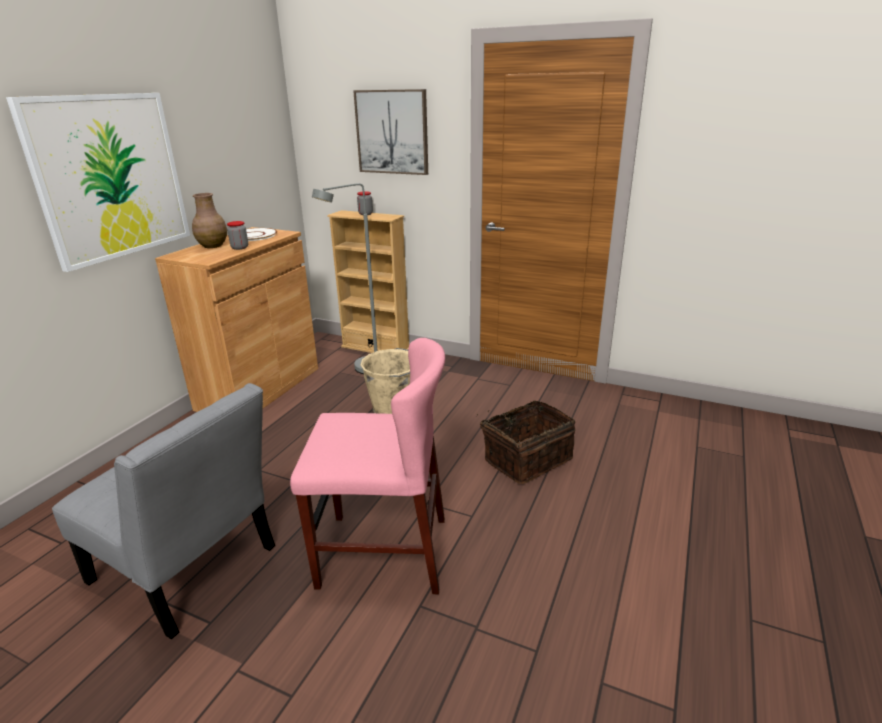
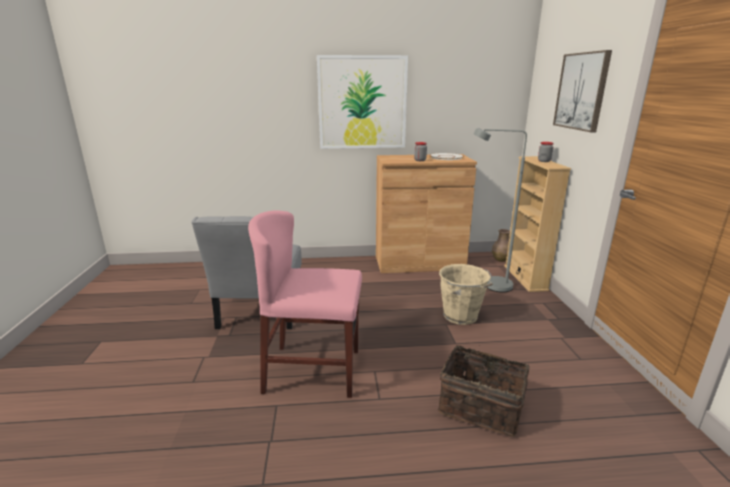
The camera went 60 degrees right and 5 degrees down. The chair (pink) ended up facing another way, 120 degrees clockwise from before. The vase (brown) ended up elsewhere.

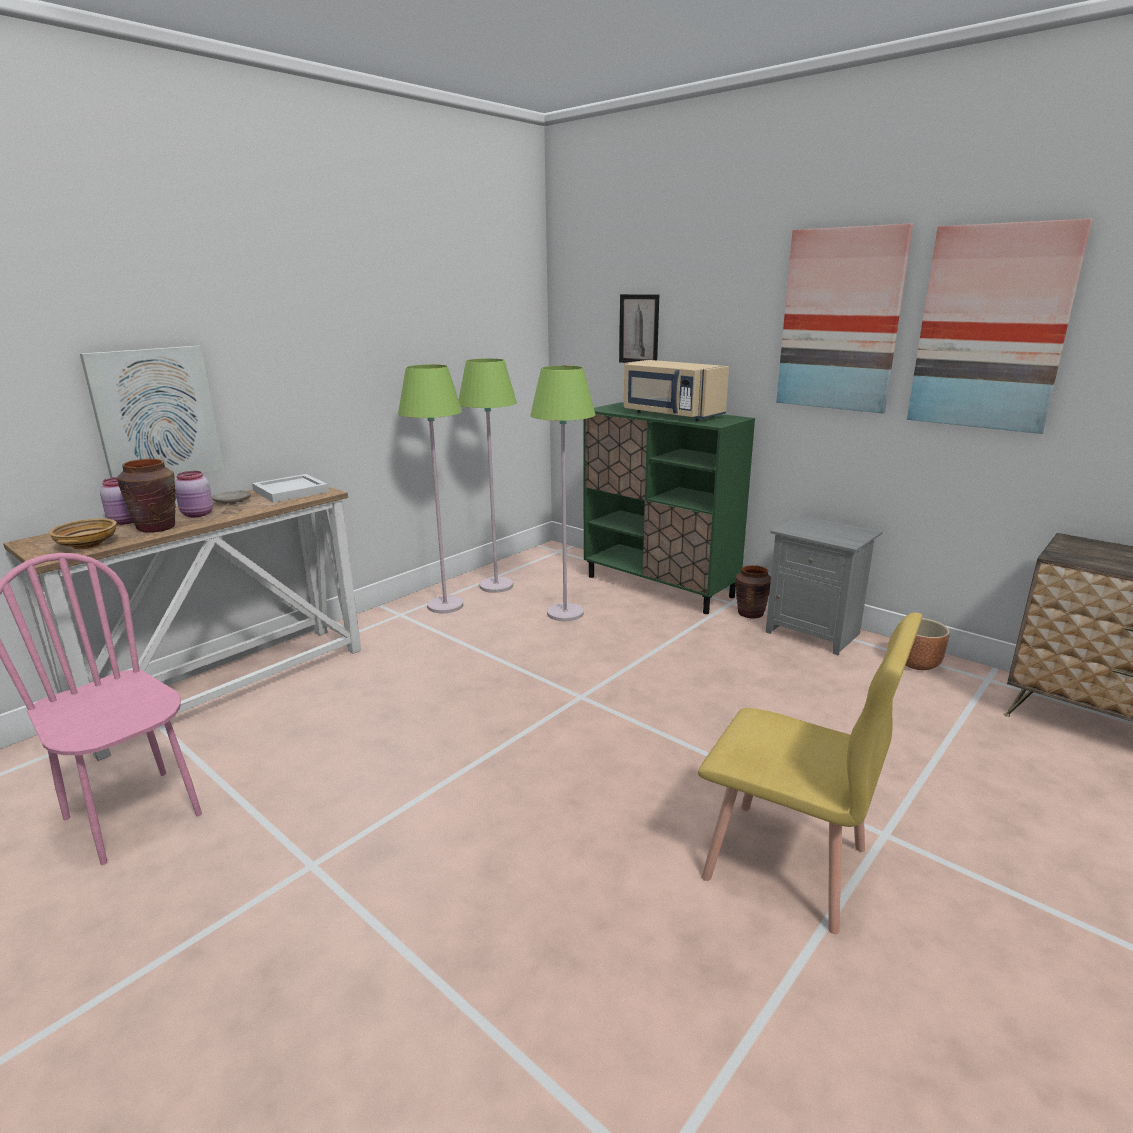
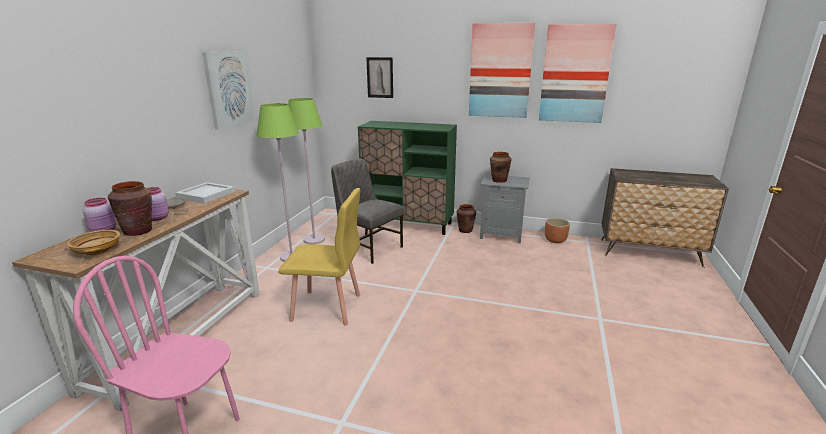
The camera went 25 degrees left and 0 degrees up. The picture (1st from left) ended up elsewhere. The chair (yellow) ended up elsewhere. Where the floor lamp (green) (3rd from left) stood, the chair (grey) came to stand. The second view gained the vase (brown) (3rd from left). The second view lost the microwave (beige).

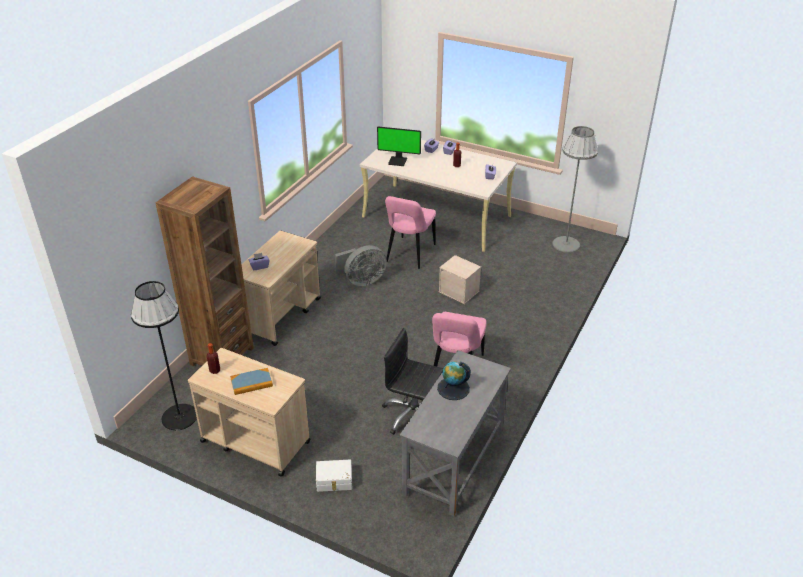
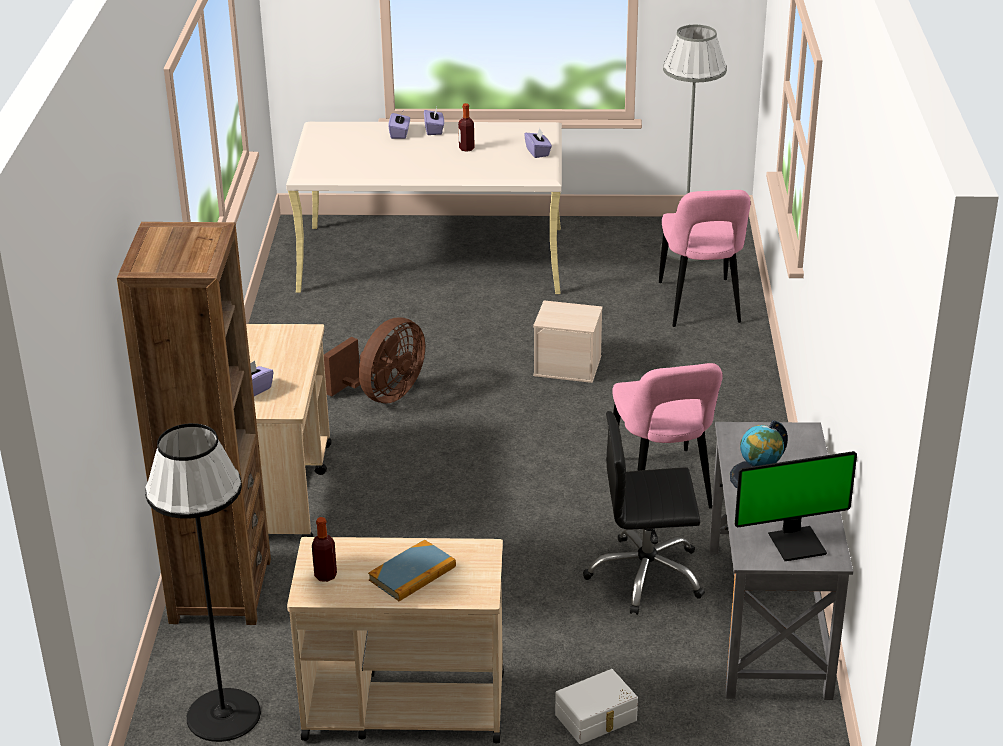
The camera went 25 degrees left and 5 degrees down. What was the fan (grey) turned into the fan (brown). The chair (pink) (1st from left in the first image) ended up elsewhere. The monitor ended up elsewhere.

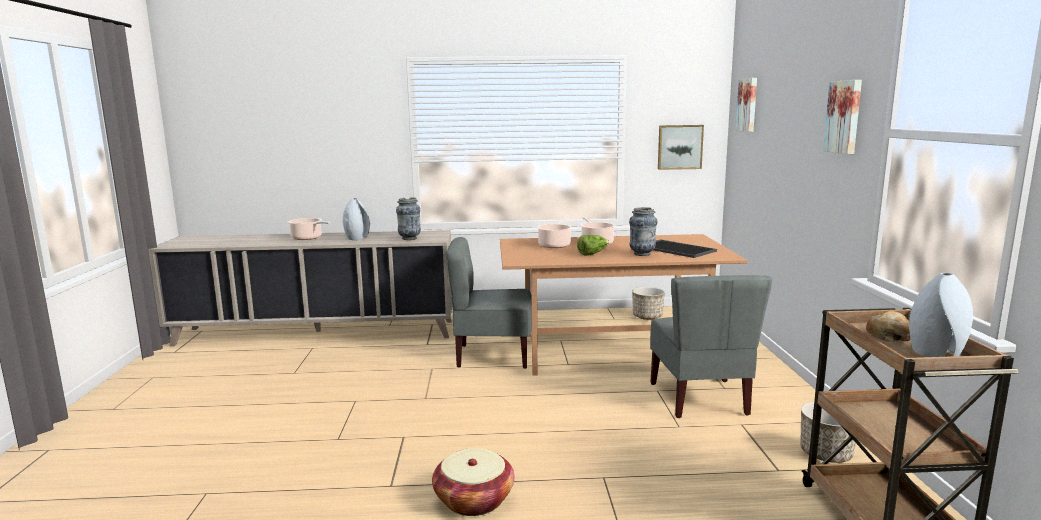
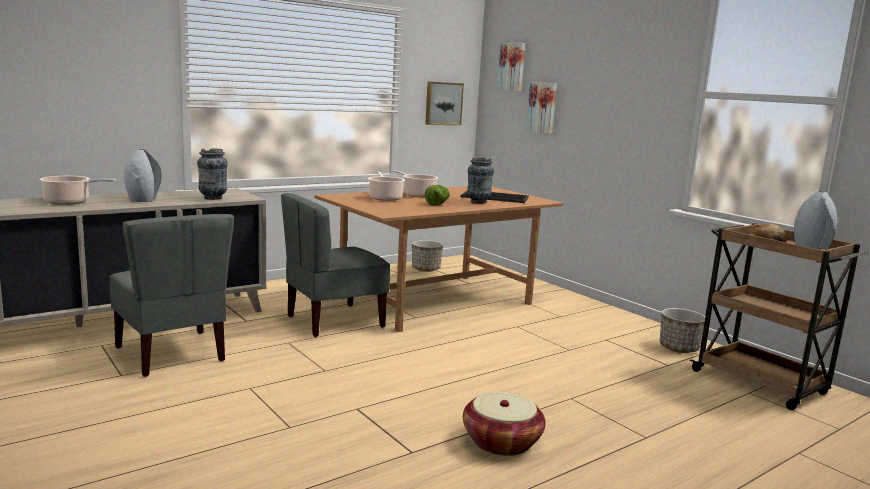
The camera went 35 degrees left and 0 degrees up. The chair (grey) (2nd from left in the first image) ended up elsewhere. The picture (3rd from left) ended up elsewhere.

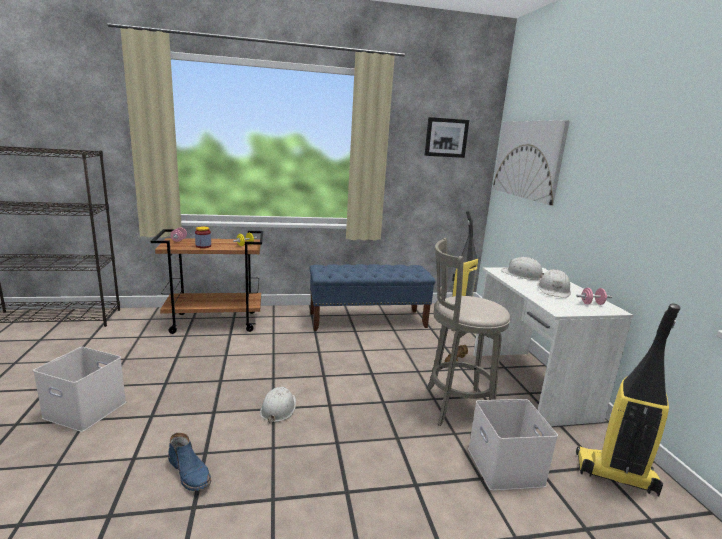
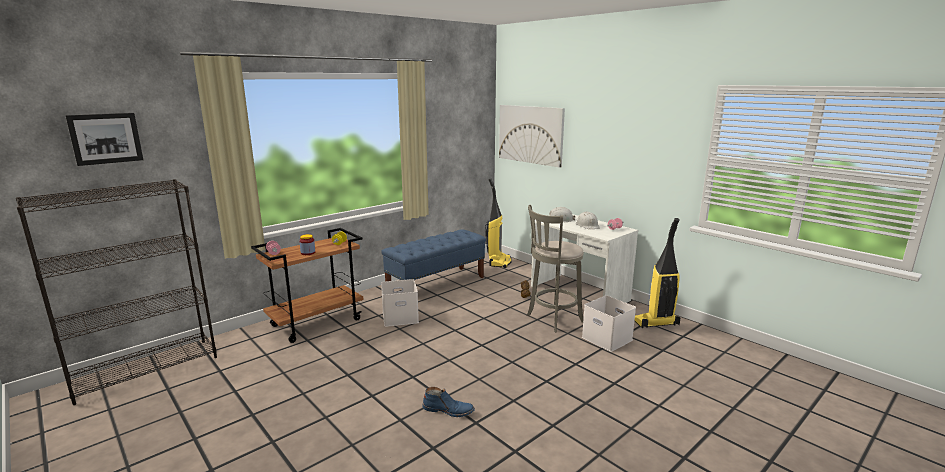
The camera went 30 degrees left and 0 degrees up. The picture (1st from left) ended up elsewhere. The storage box (white) (1st from left) ended up elsewhere. The second view lost the hard hat (white) (1st from left).

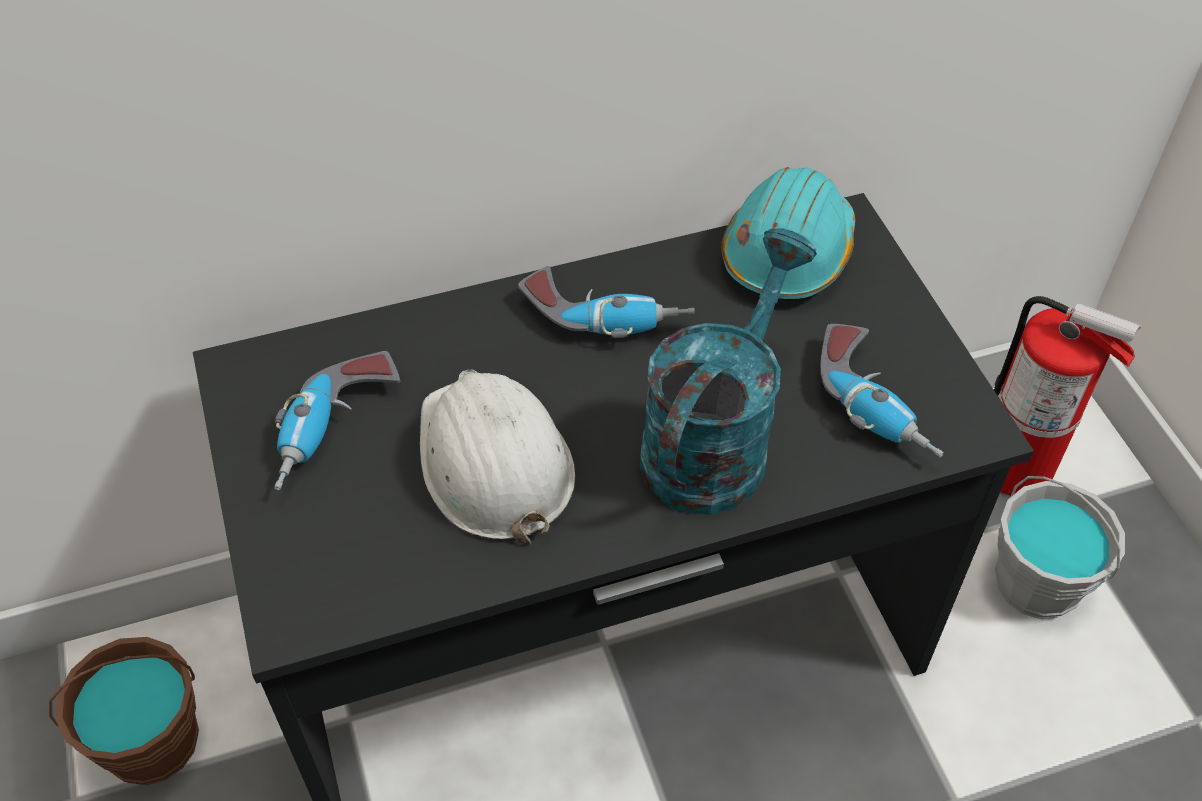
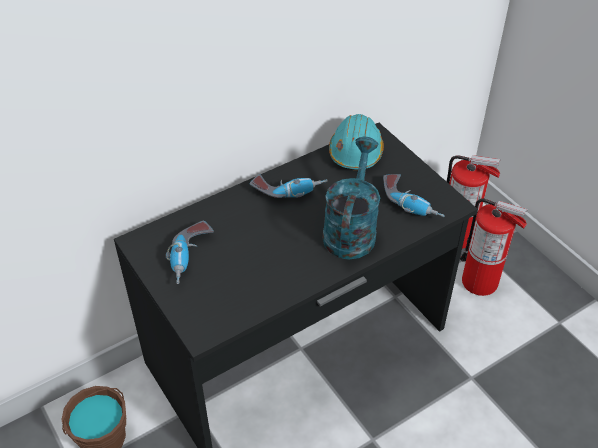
The camera went 15 degrees left and 5 degrees down. Where the bucket (grey) stood, the fire extinguisher (2nd from left) came to stand. The second view lost the hard hat (white).

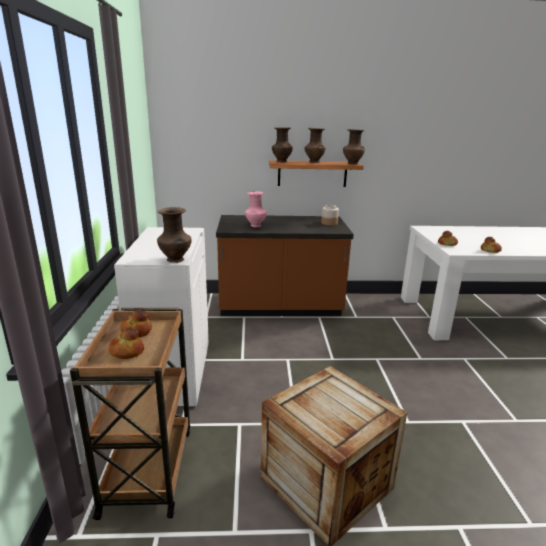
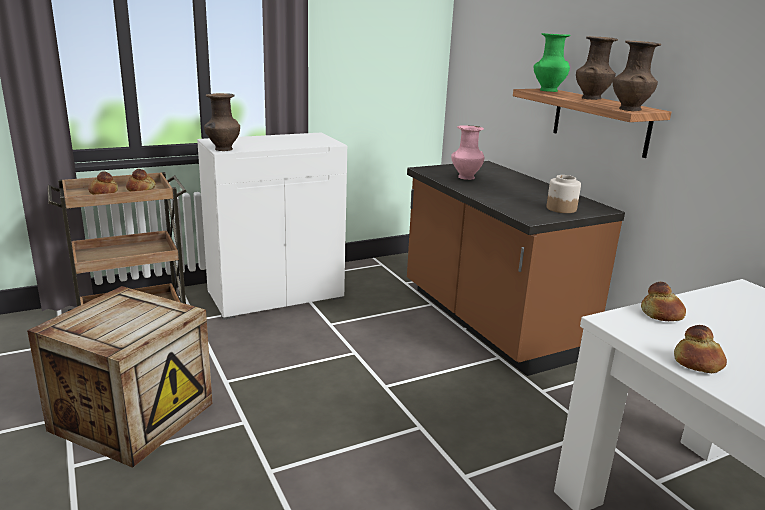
The camera went 65 degrees right and 0 degrees up. What was the vase (brown) (2nd from left) turned into the vase (green).

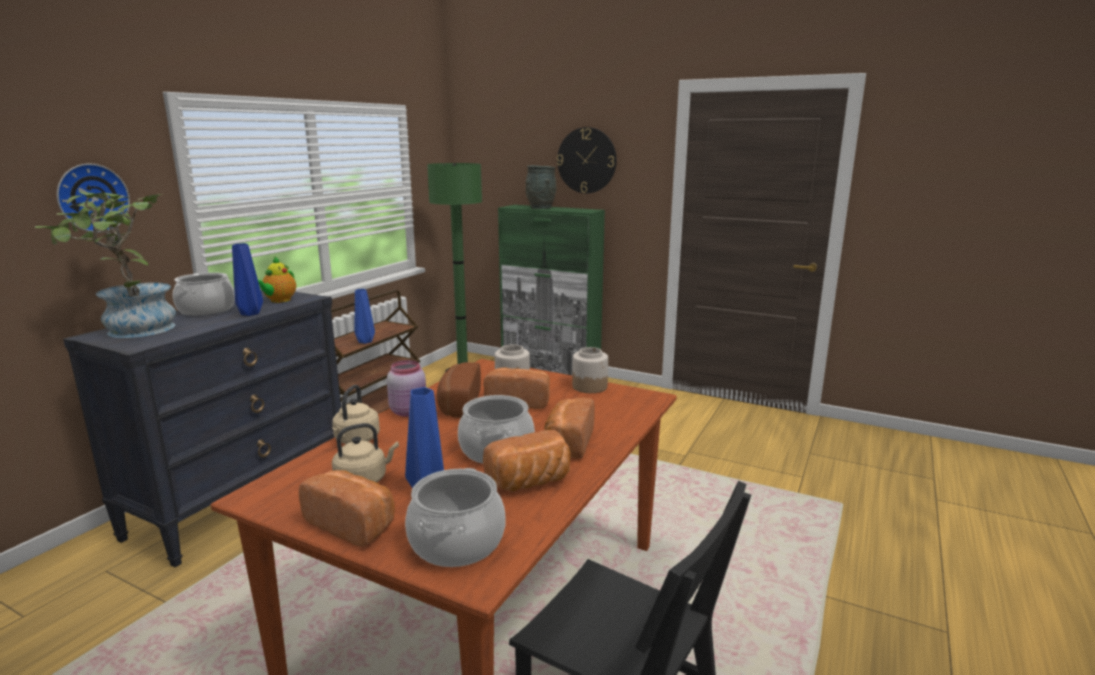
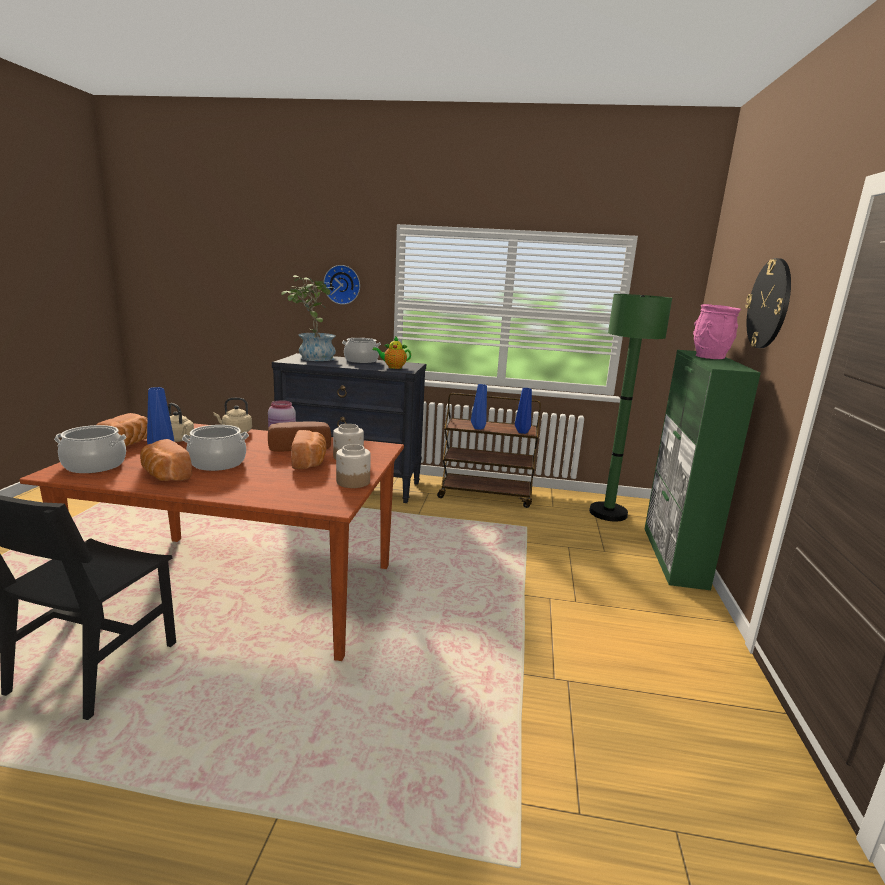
The camera went 70 degrees right and 0 degrees up. The vase (blue) (1st from left in the first image) ended up elsewhere. What was the vase (grey) turned into the vase (pink). The second view lost the bread (5th from left).

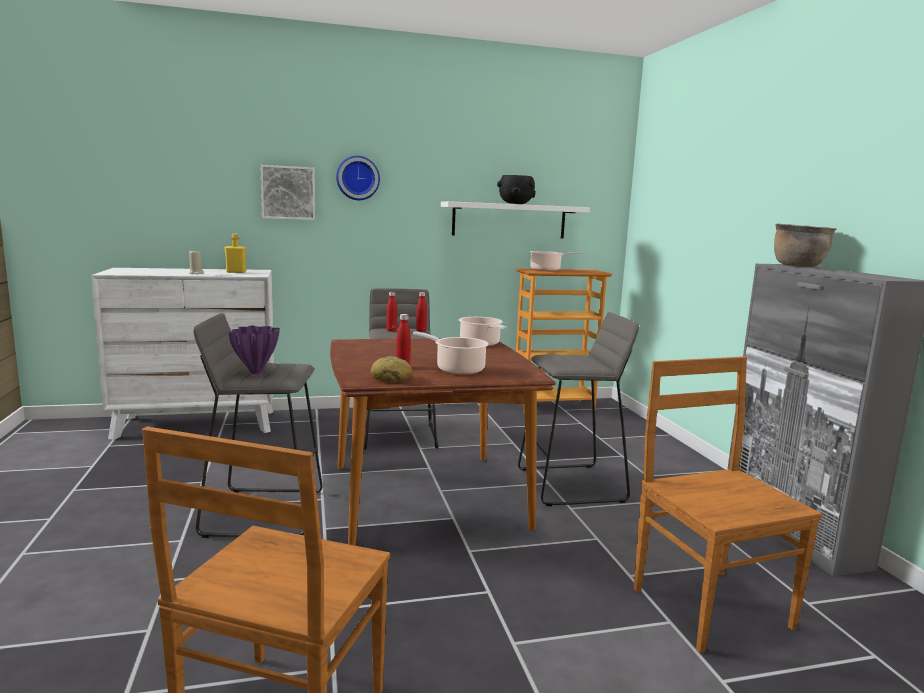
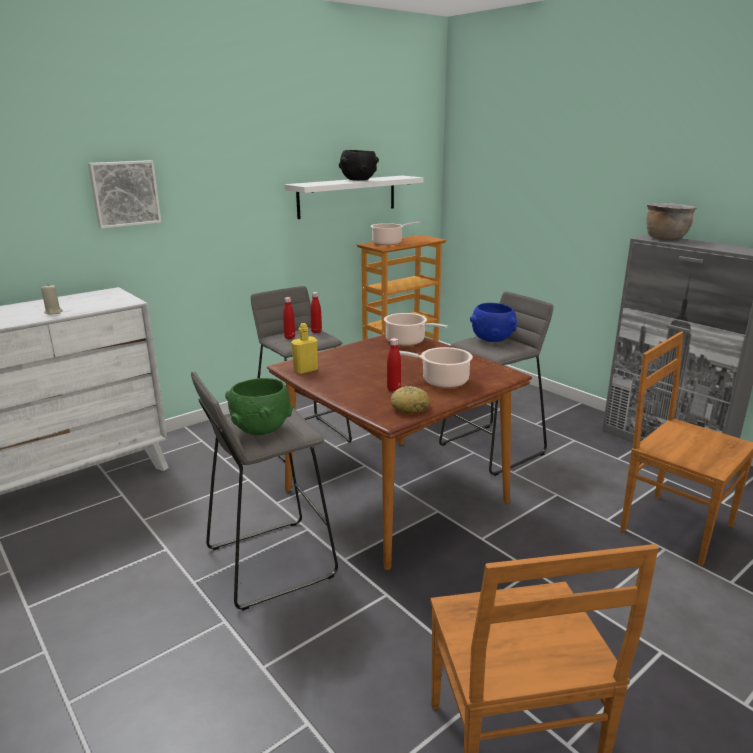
The camera went 25 degrees left and 10 degrees up. Where the vase (purple) stood, the bowl (green) came to stand. The bottle (yellow) ended up elsewhere. The second view gained the bowl (blue). The second view lost the wall clock.

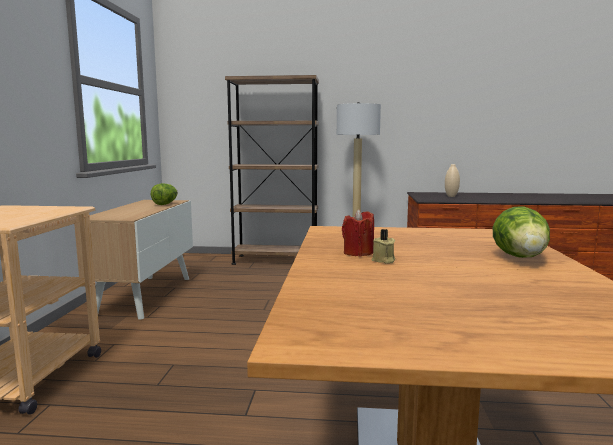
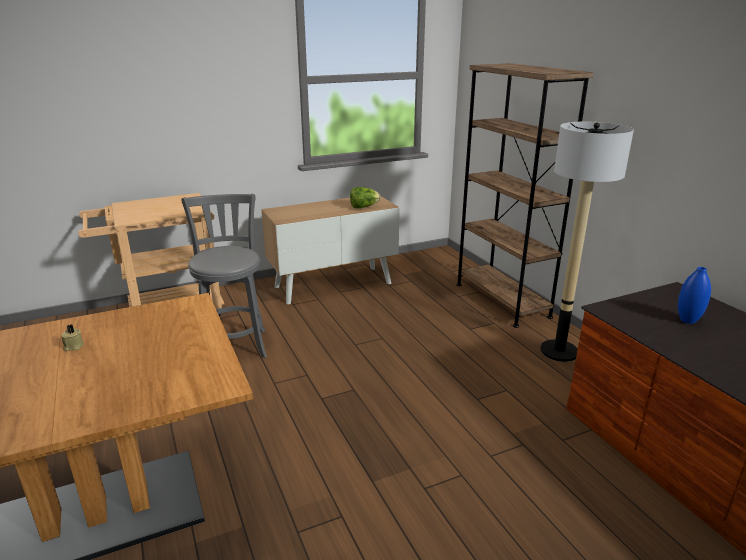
The camera went 60 degrees right and 15 degrees up. The second view gained the stool (grey). What was the vase (beige) turned into the vase (blue). The second view lost the candle (red). The second view lost the lettuce (2nd from left).

